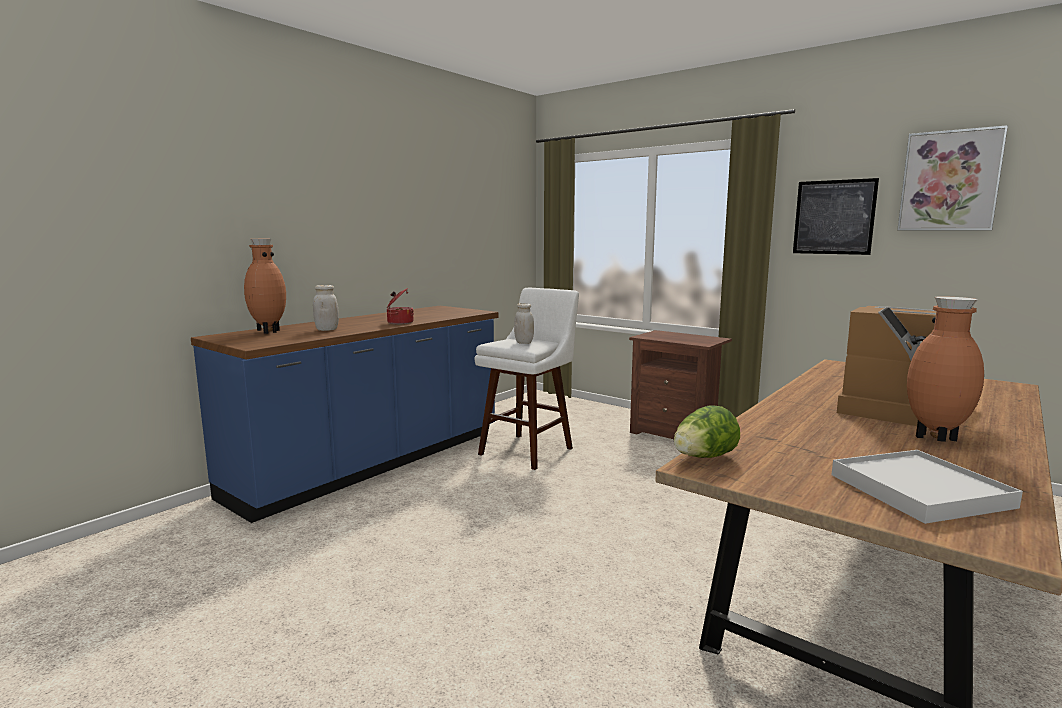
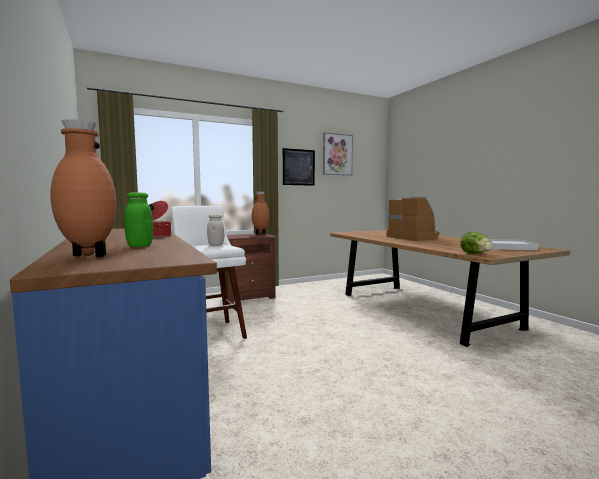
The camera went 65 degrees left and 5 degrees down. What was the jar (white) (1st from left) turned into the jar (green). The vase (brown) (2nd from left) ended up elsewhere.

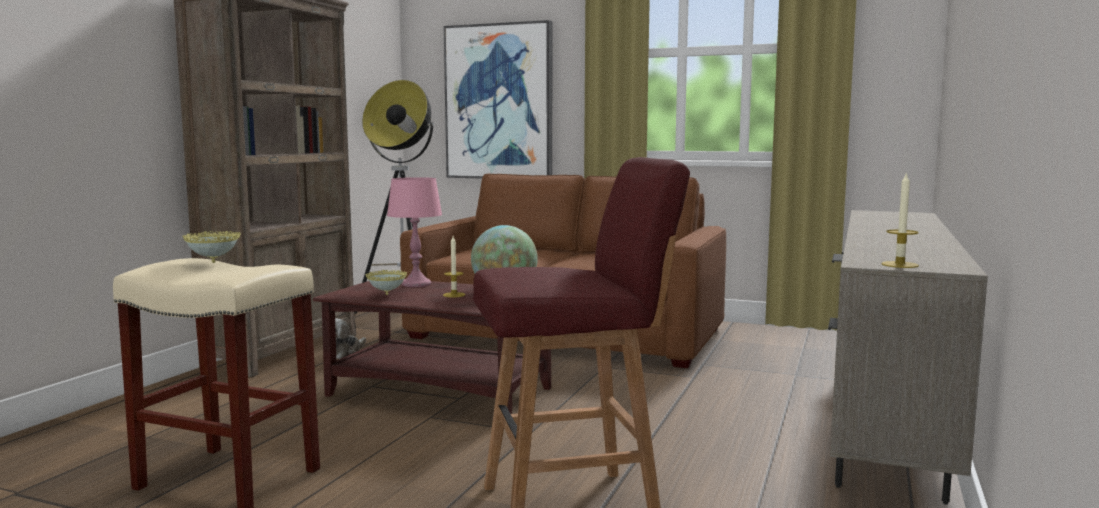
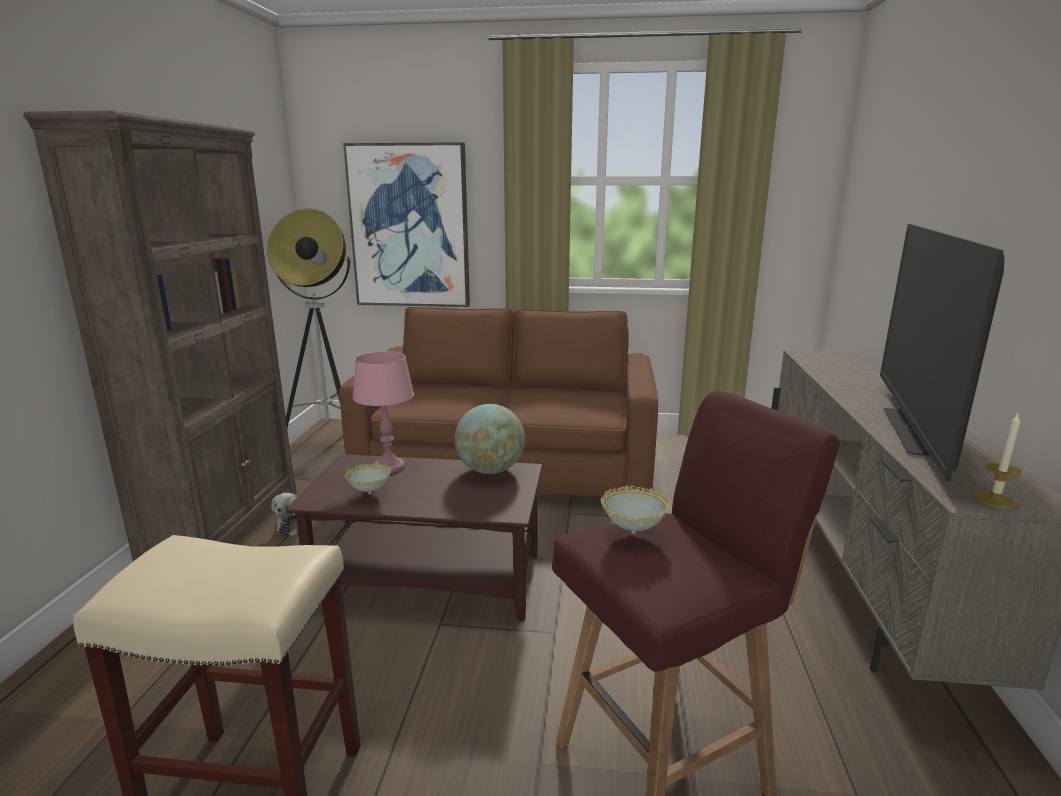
The camera went 15 degrees left and 10 degrees up. The bowl (1st from left in the first image) ended up elsewhere. The second view gained the television. The second view lost the candle (1st from left).

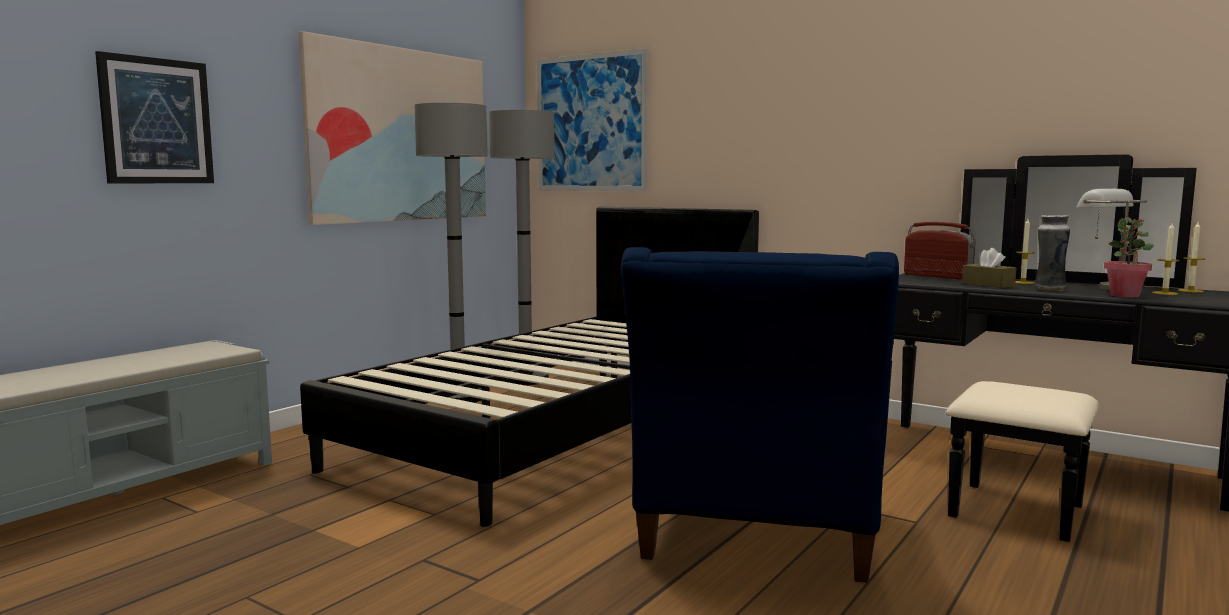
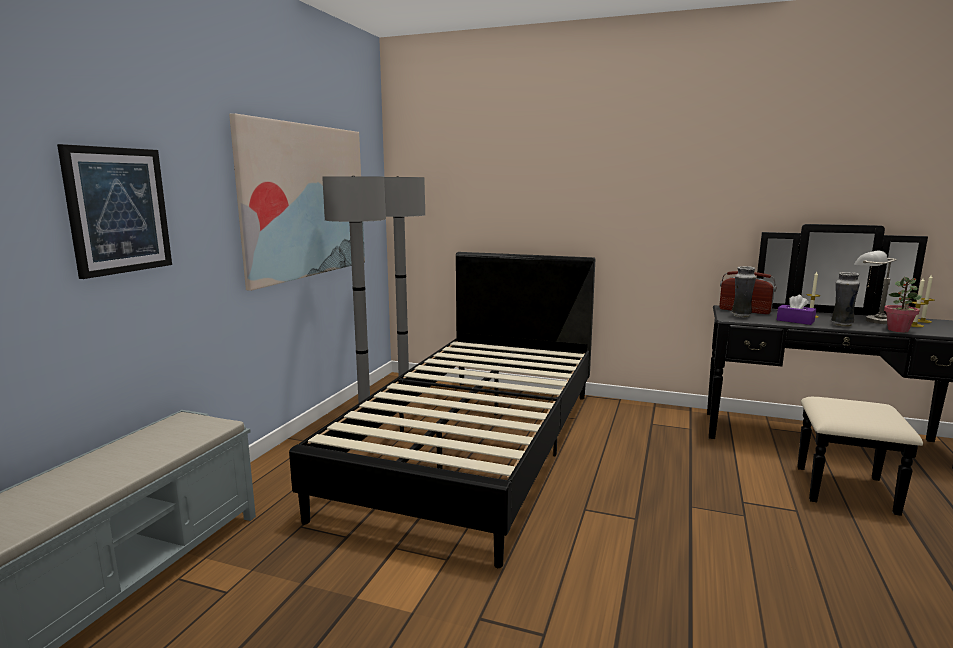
The camera went 15 degrees left and 5 degrees up. The second view gained the vase (1st from left). What was the tissue box (brown) turned into the tissue box (purple). The second view lost the picture (3rd from left). The second view lost the armchair (blue).

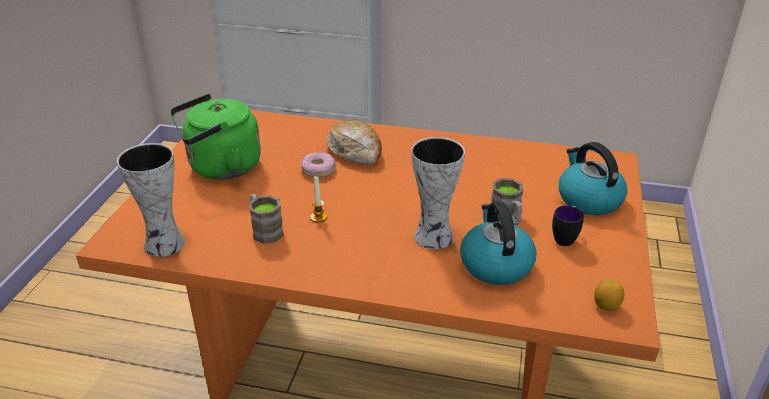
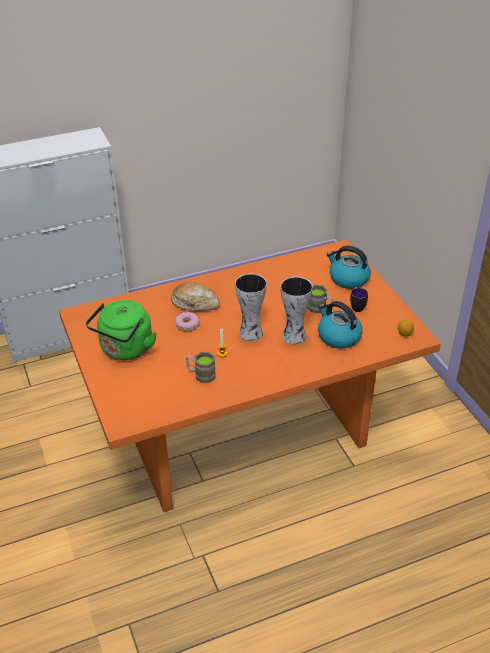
The camera went 35 degrees left and 5 degrees up. The vase (1st from left) ended up elsewhere.

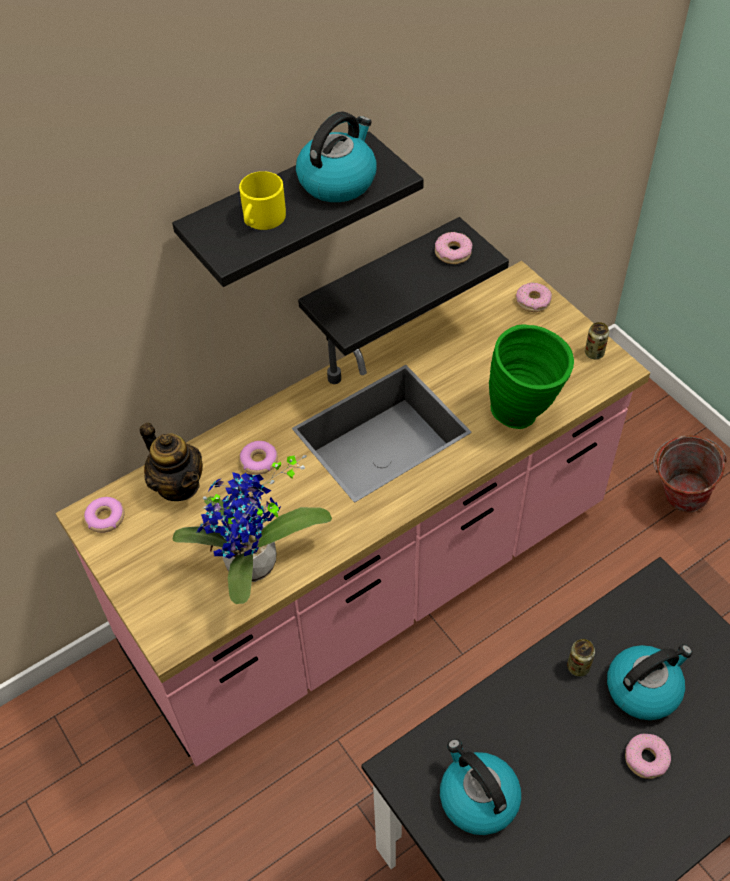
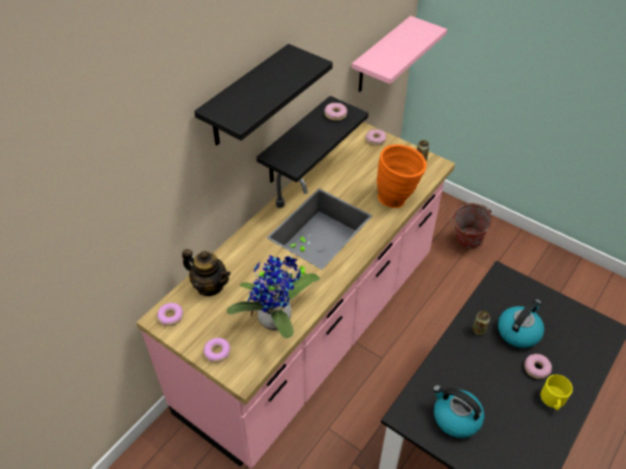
The camera went 20 degrees left and 5 degrees down. The donut (2nd from left) ended up elsewhere. The second view gained the shelf (pink). What was the vase (green) turned into the vase (orange). The mug (yellow) ended up elsewhere. The second view lost the kettle (1st from left).

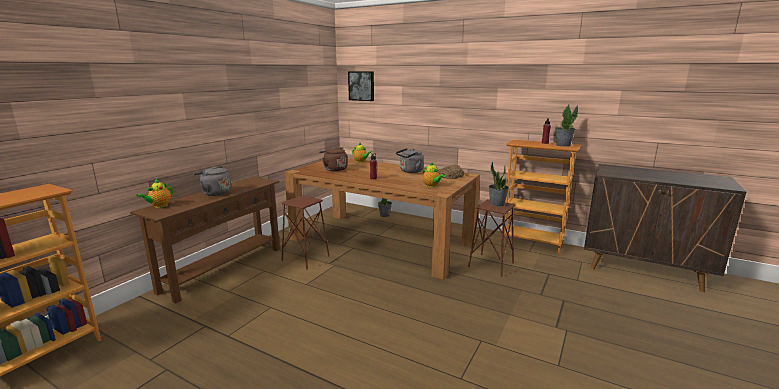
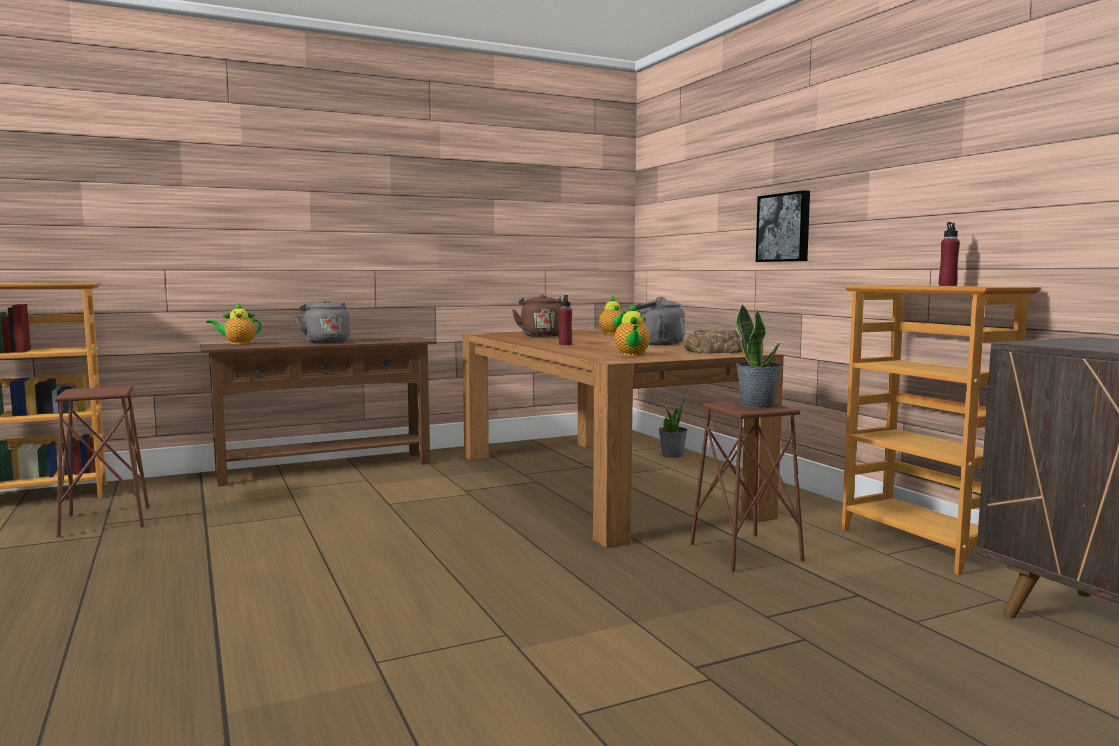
The camera went 35 degrees right and 10 degrees down. The stool (brown) (1st from left) ended up elsewhere. The picture ended up elsewhere. The second view lost the potted plant (3rd from left).

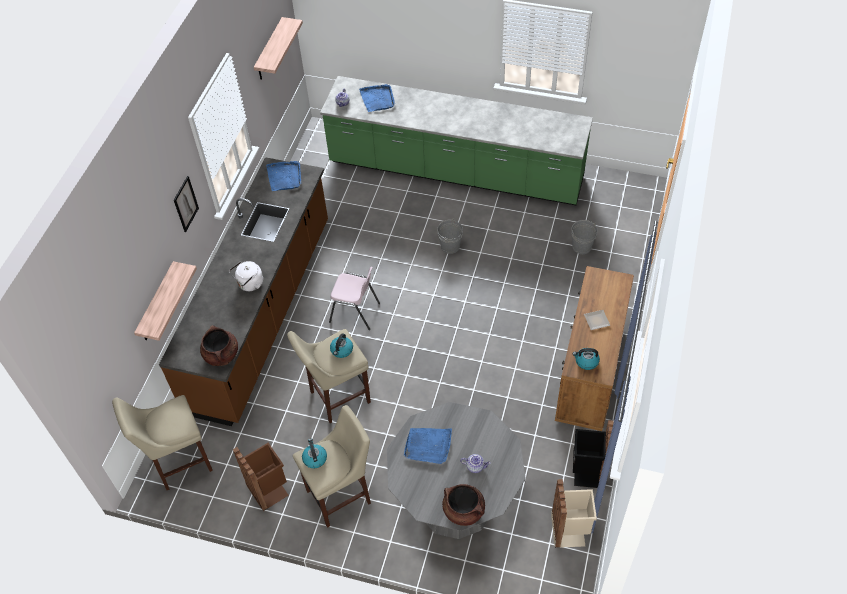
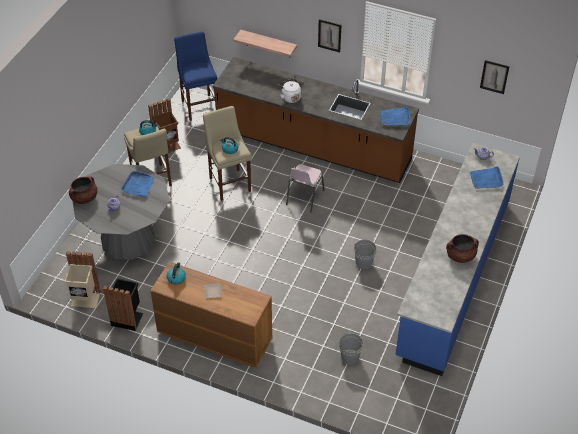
The camera went 95 degrees right and 5 degrees down. What was the stool (beige) (1st from left) turned into the stool (blue). What was the counter (green) turned into the counter (blue). The cooking pot (brown) (1st from left in the first image) ended up elsewhere. Where the shelf (2nd from left) hung, the picture (2nd from left) came to hang.

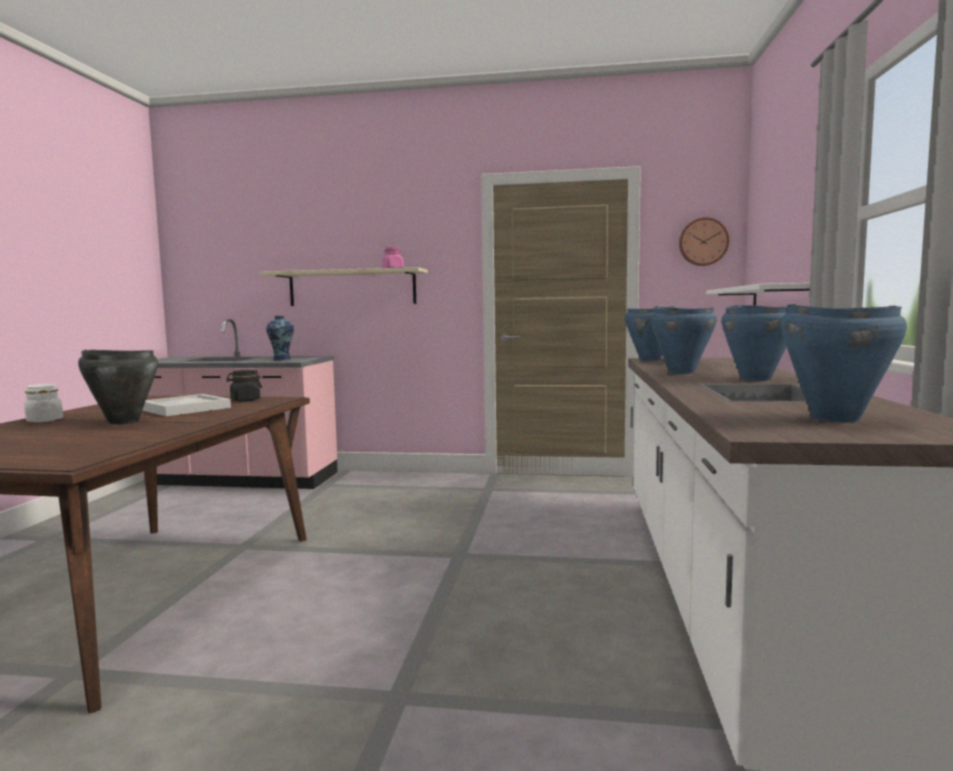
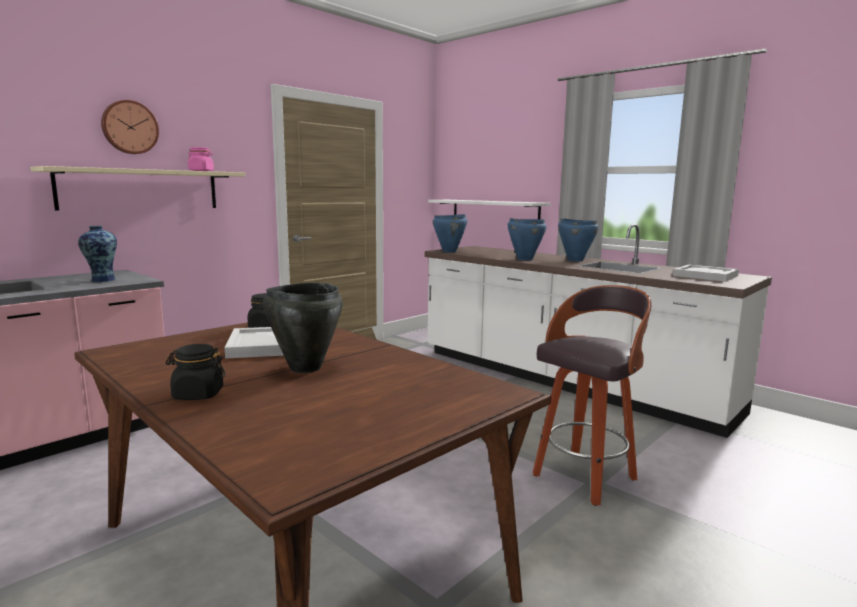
The camera went 55 degrees left and 5 degrees up. The wall clock ended up elsewhere. What was the jar (white) turned into the jar (black) (1st from left). The second view gained the stool. Where the cooking pot (blue) (4th from left) stood, the tray (white) (2nd from left) came to stand.

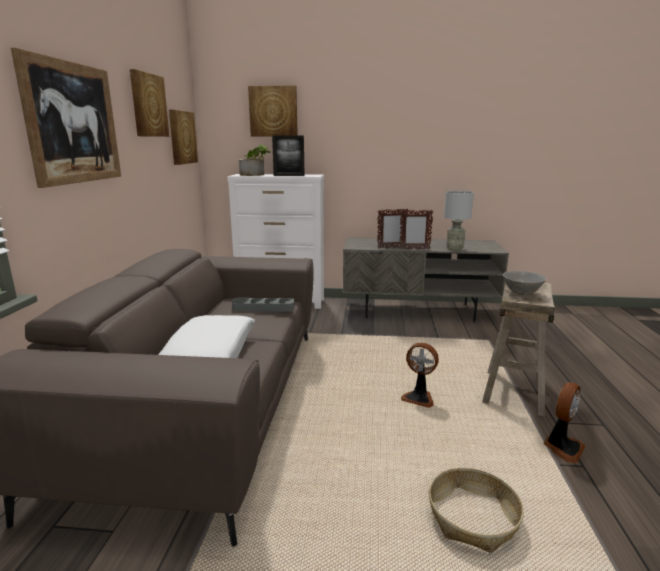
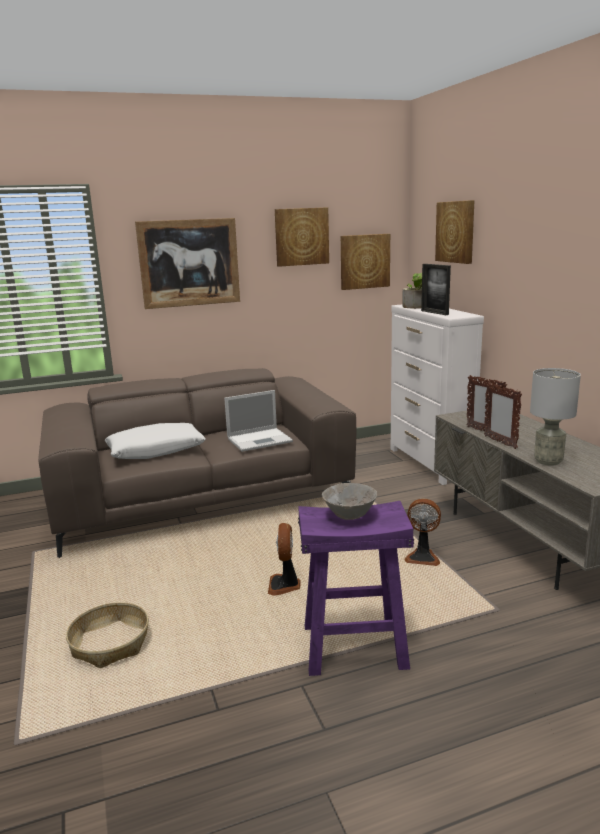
The camera went 65 degrees right and 0 degrees up. Where the tray (grey) stood, the laptop came to stand. What was the stool (beige) turned into the stool (purple). The fan (2nd from left) ended up elsewhere.

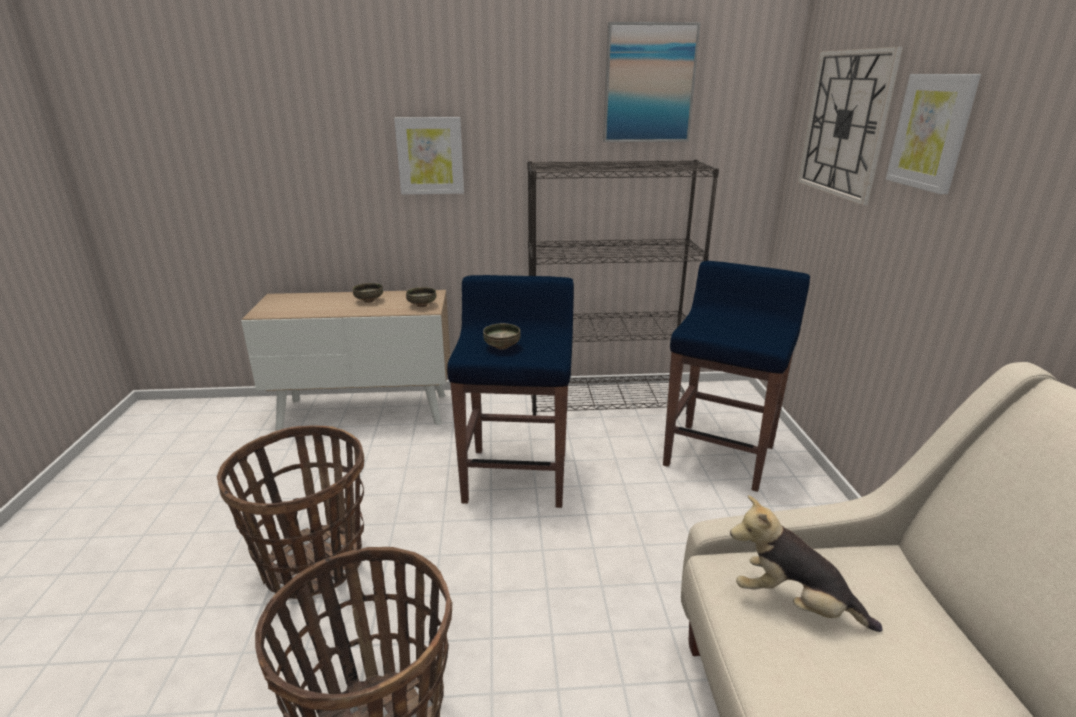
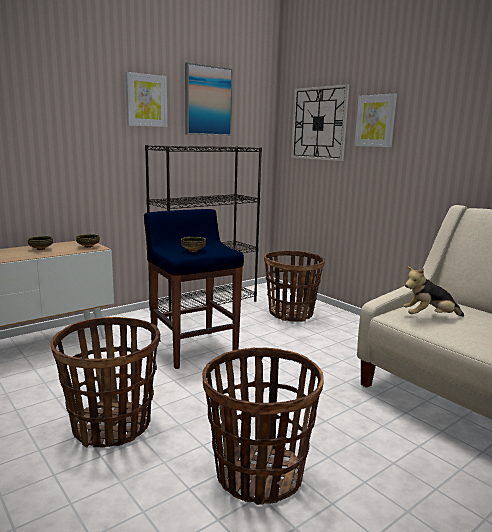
The camera went 35 degrees left and 10 degrees down. The picture (1st from left) ended up elsewhere. Where the stool (blue) (2nd from left) stood, the basket (3rd from left) came to stand.

